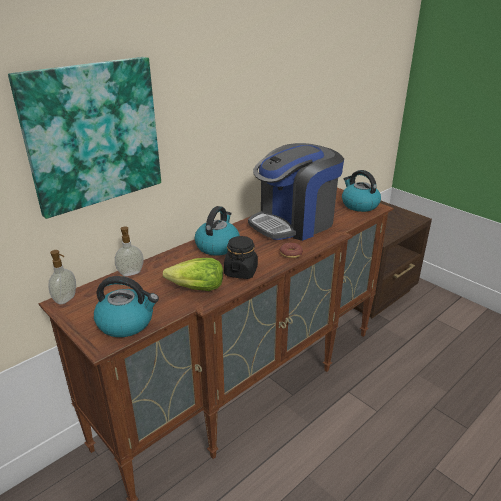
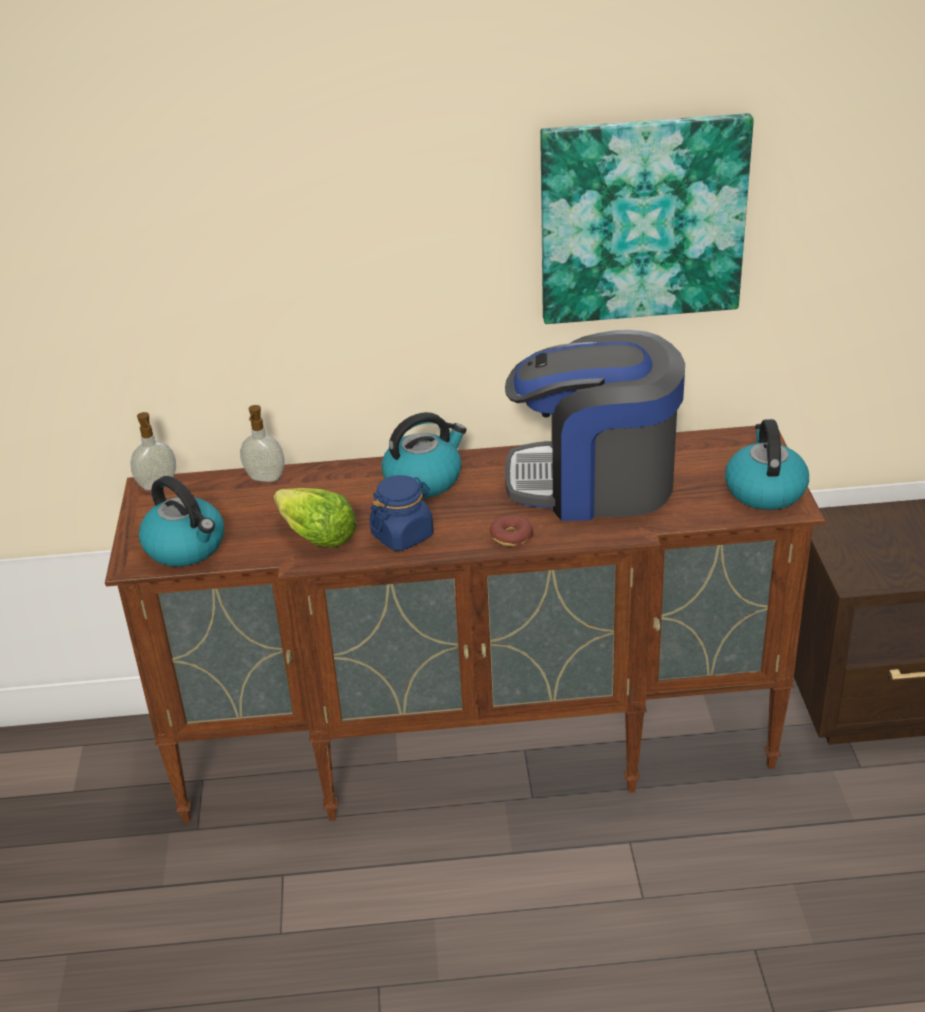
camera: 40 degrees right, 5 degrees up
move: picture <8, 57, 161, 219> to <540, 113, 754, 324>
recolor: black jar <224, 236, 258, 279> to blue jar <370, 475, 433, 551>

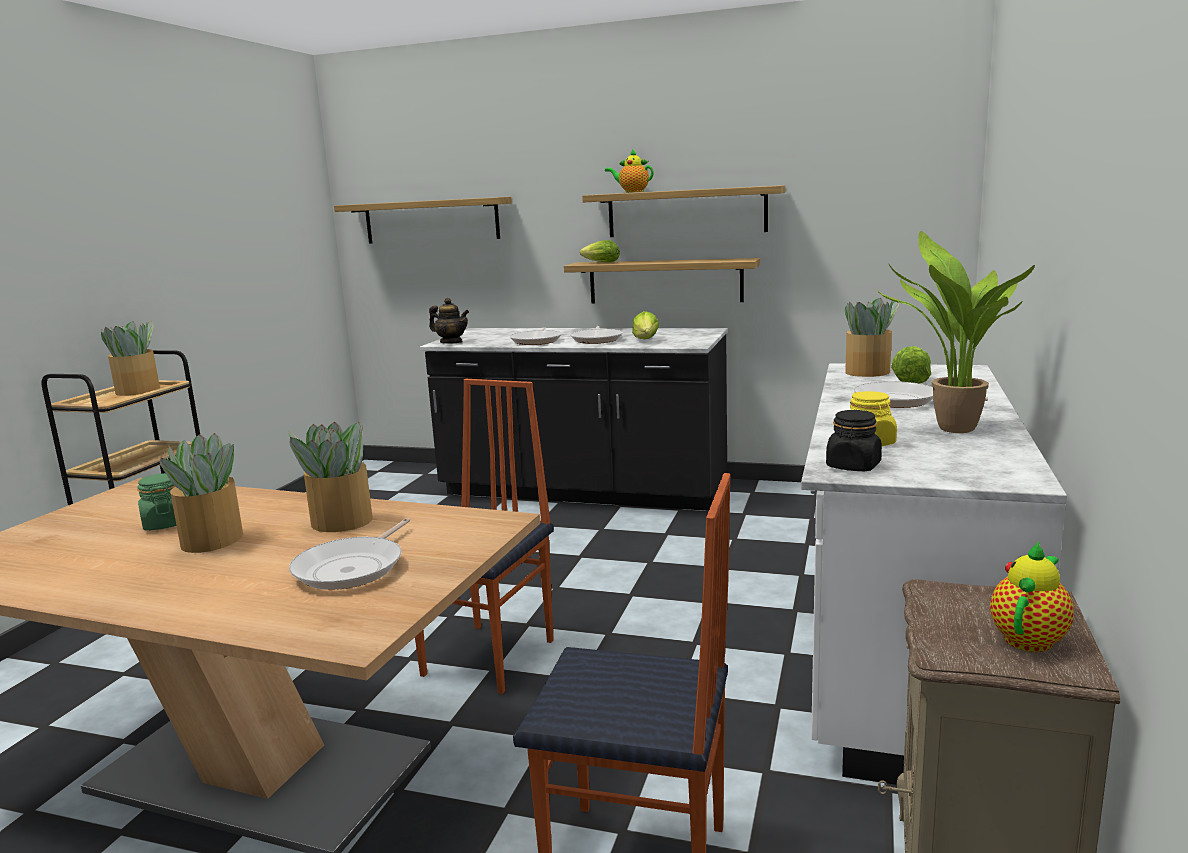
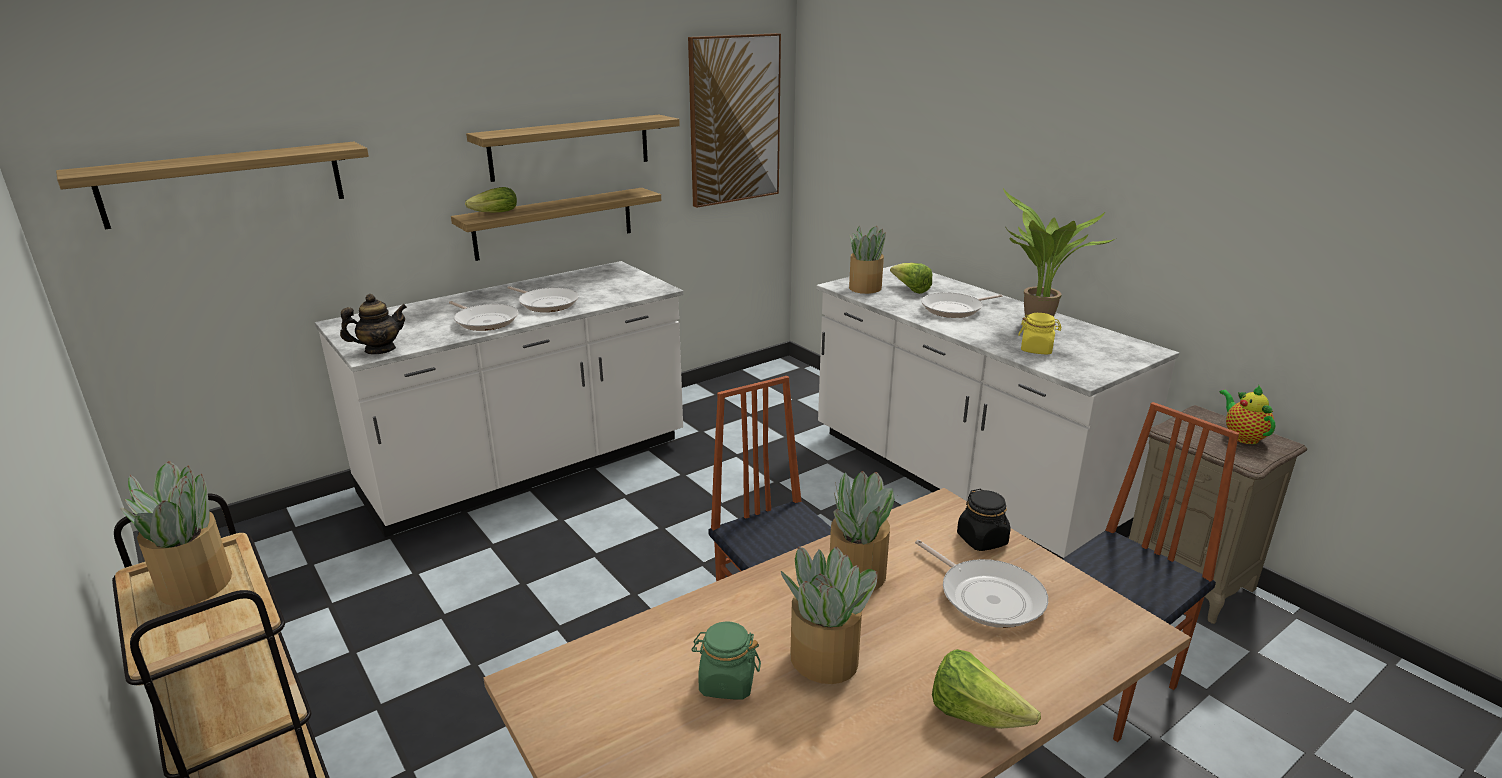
camera: 55 degrees left, 10 degrees up
delete: teapot <605, 149, 654, 193>
insert: picture <688, 33, 781, 208>
move: lettuce <632, 311, 659, 339> to <932, 649, 1041, 729>; black jar <826, 410, 882, 471> to <957, 489, 1010, 551>
recolor: black counter <420, 328, 728, 511> to white counter <315, 261, 683, 537>

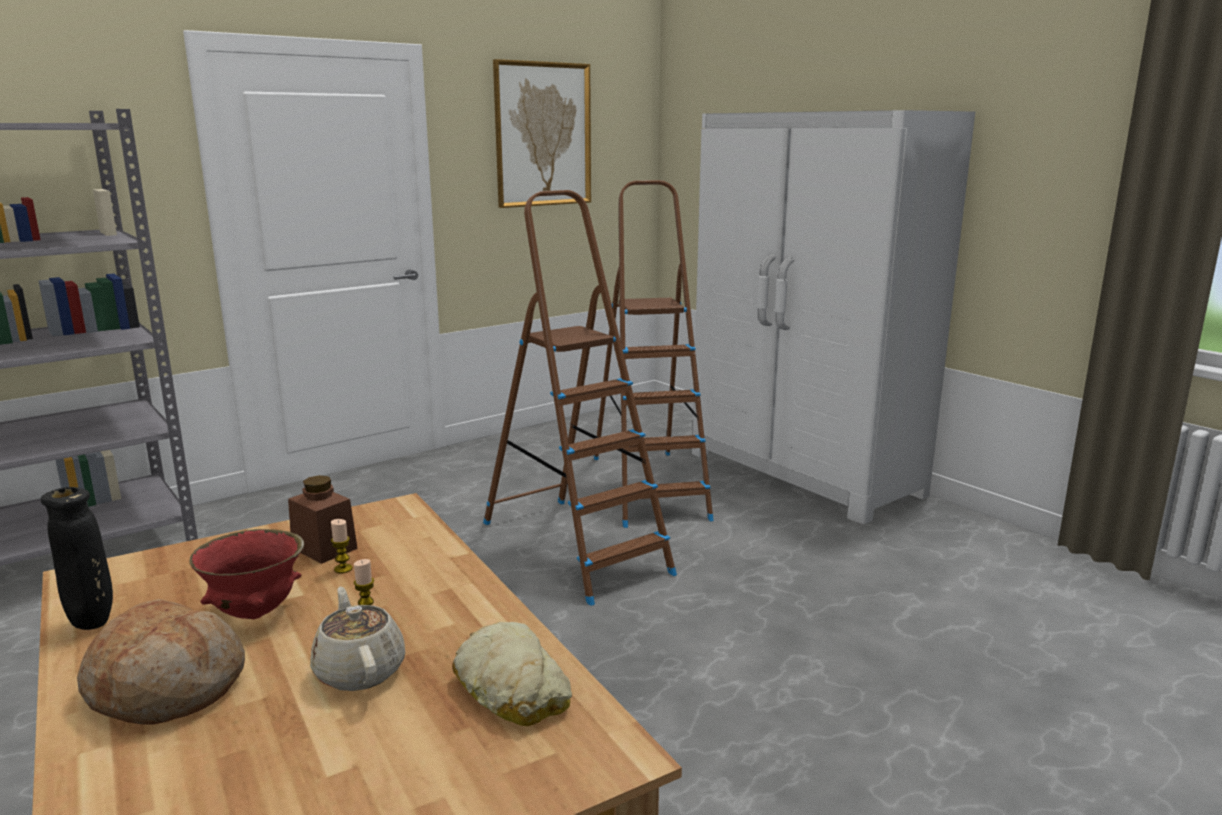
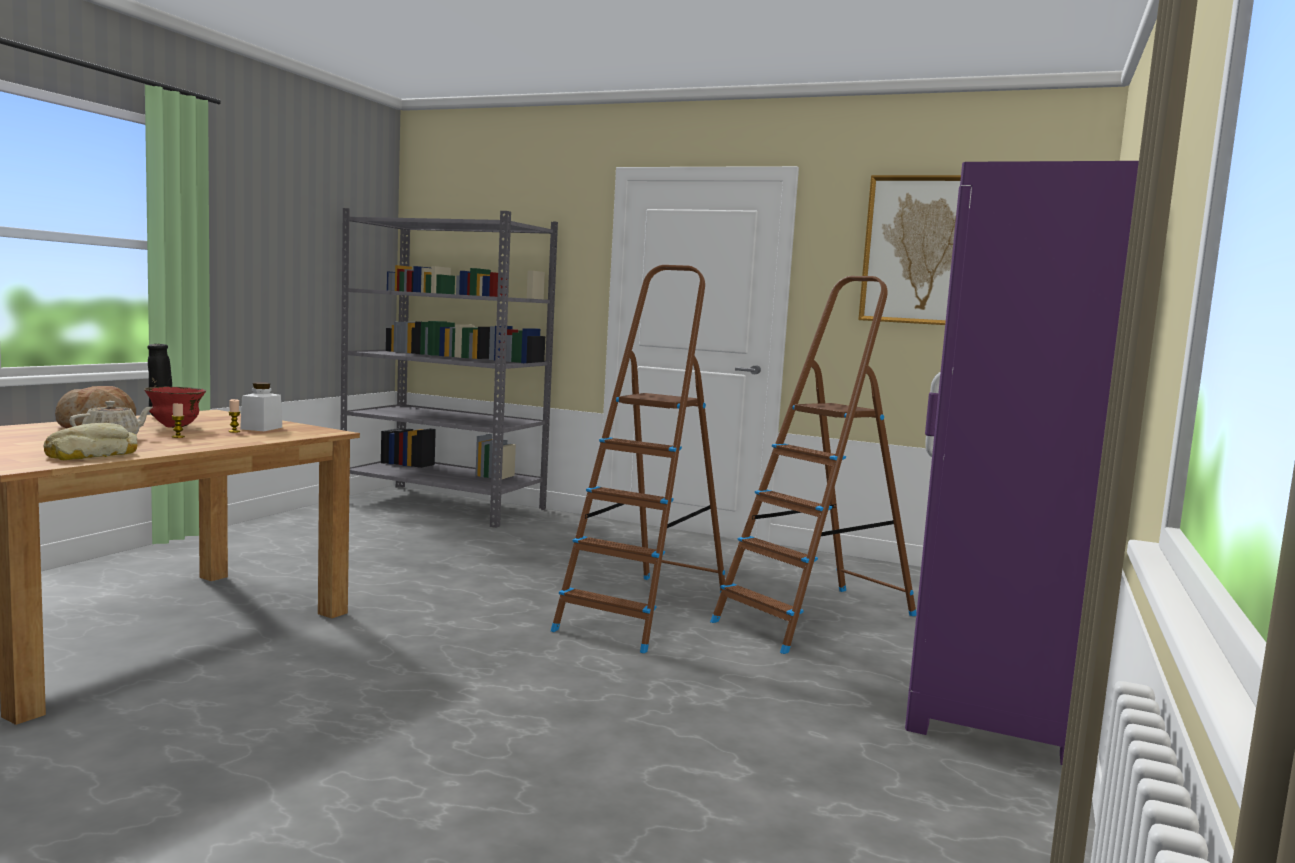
camera: 60 degrees right, 10 degrees down
recolor: brown jar <288, 475, 358, 564> to white jar <240, 382, 282, 431>; white cabinet <692, 110, 975, 524> to purple cabinet <905, 161, 1139, 765>

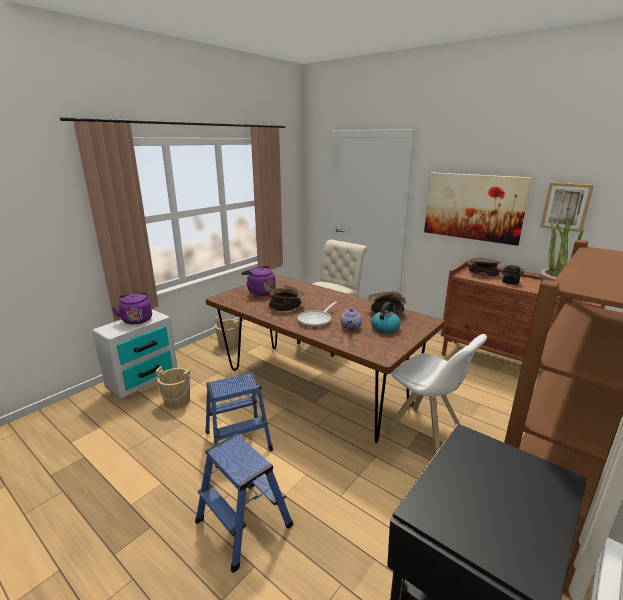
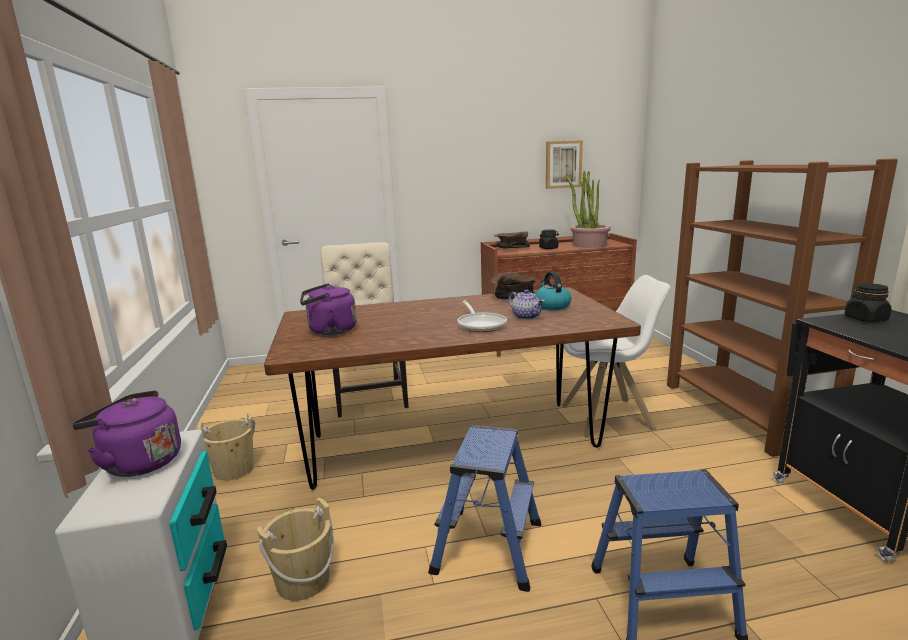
camera: 50 degrees left, 5 degrees down
delete: brown bowl <269, 285, 304, 311>; picture <424, 172, 532, 246>
insert: black jar <844, 283, 891, 322>

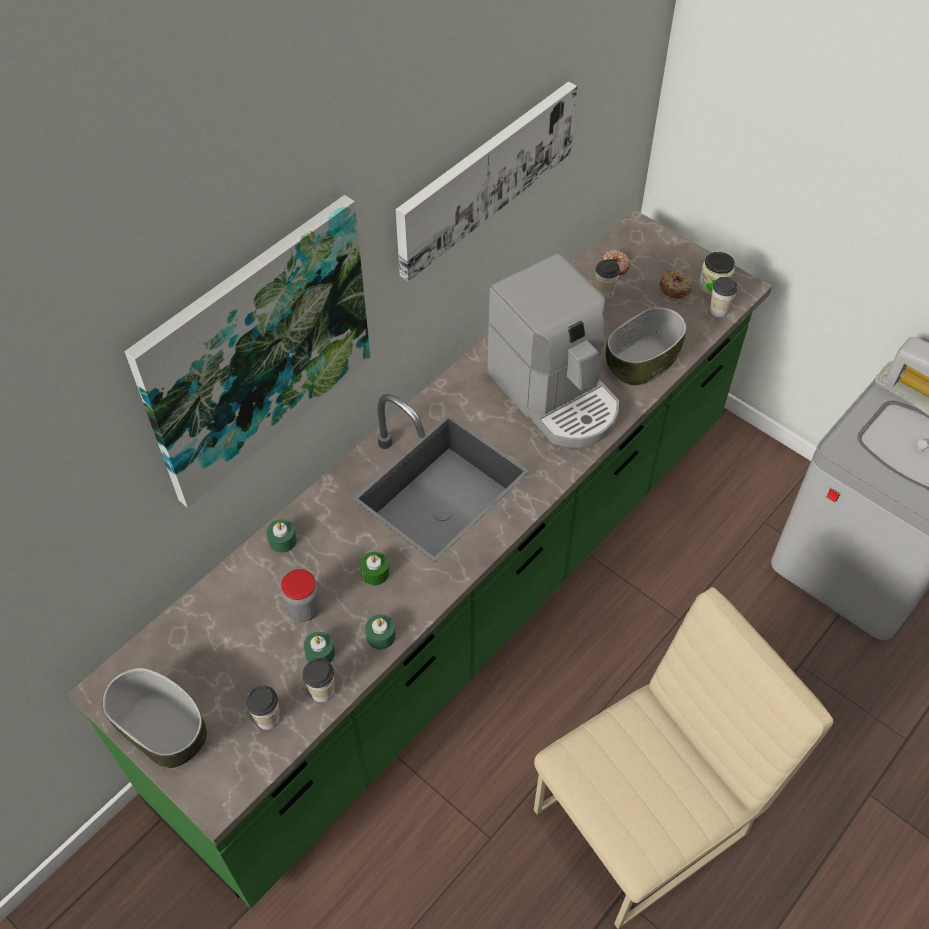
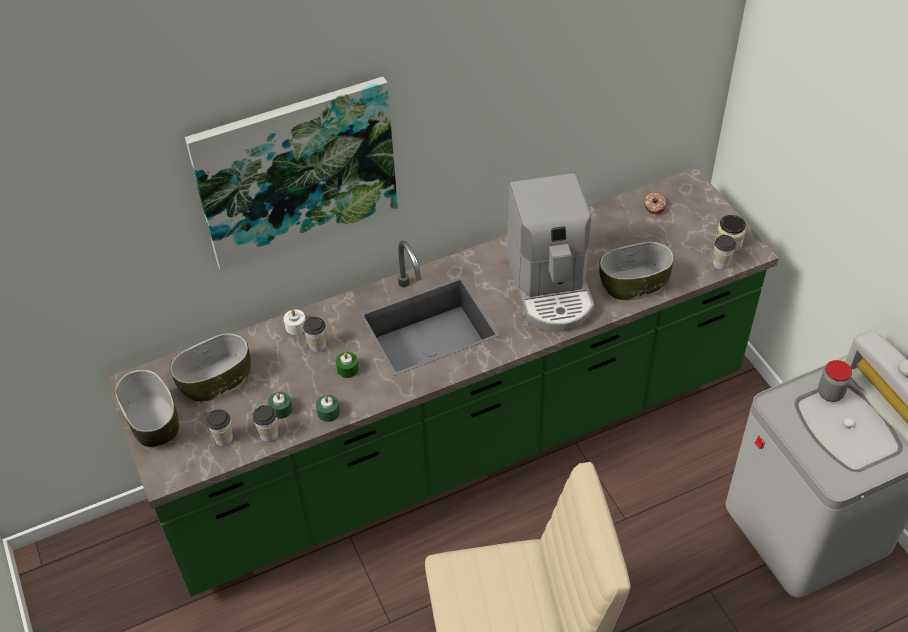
camera: 25 degrees right, 5 degrees down
delete: picture <396, 82, 577, 281>; donut <659, 269, 693, 299>
insert: bowl <170, 333, 251, 402>
move: cup <595, 259, 620, 300> to <303, 317, 326, 352>; jar <281, 569, 321, 622> to <818, 360, 852, 402>
recolor: green candle <267, 520, 297, 553> to white candle <284, 309, 306, 335>

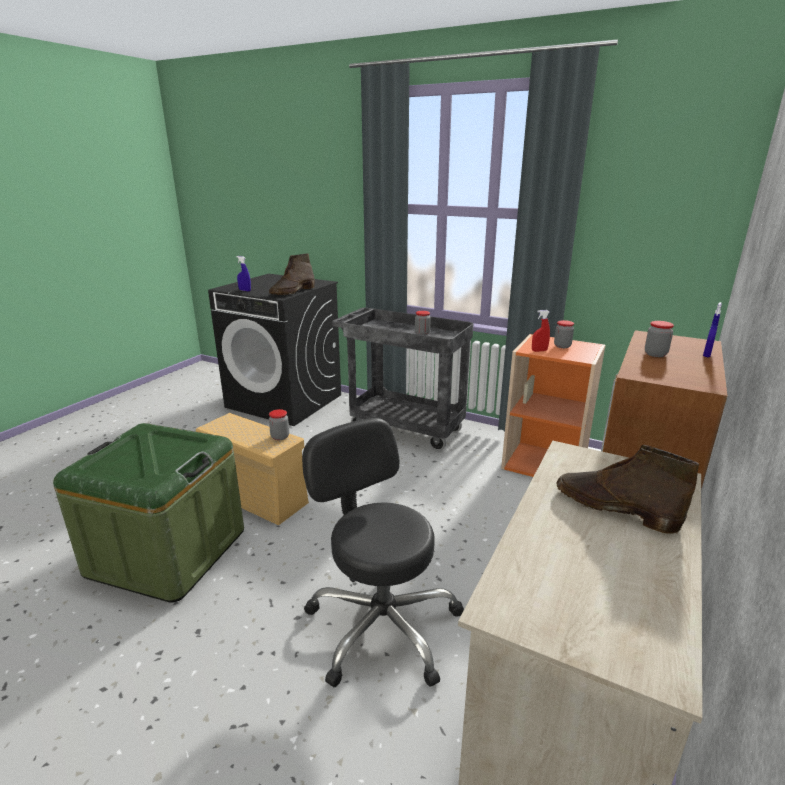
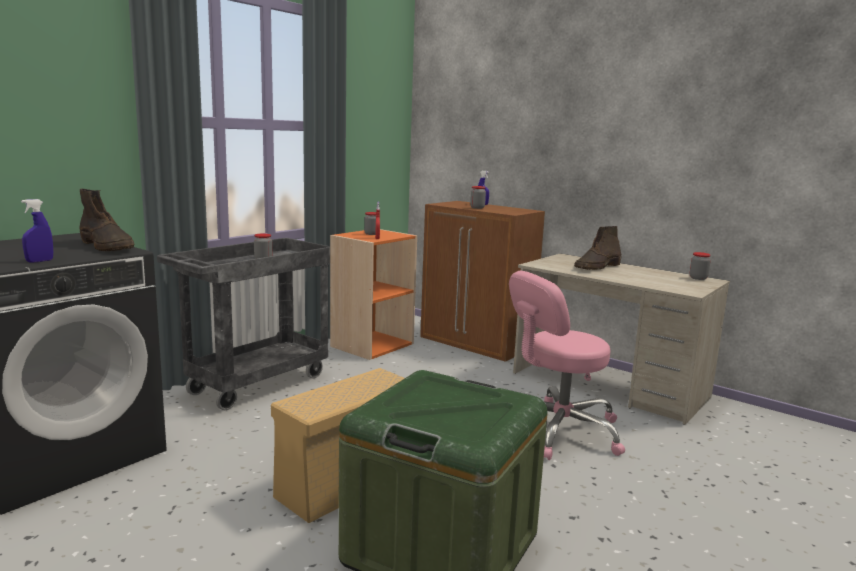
camera: 80 degrees left, 10 degrees down
move: jar <269, 409, 289, 440> to <690, 252, 711, 280>
recolor: black office chair <302, 418, 464, 687> to pink office chair <509, 270, 625, 460>

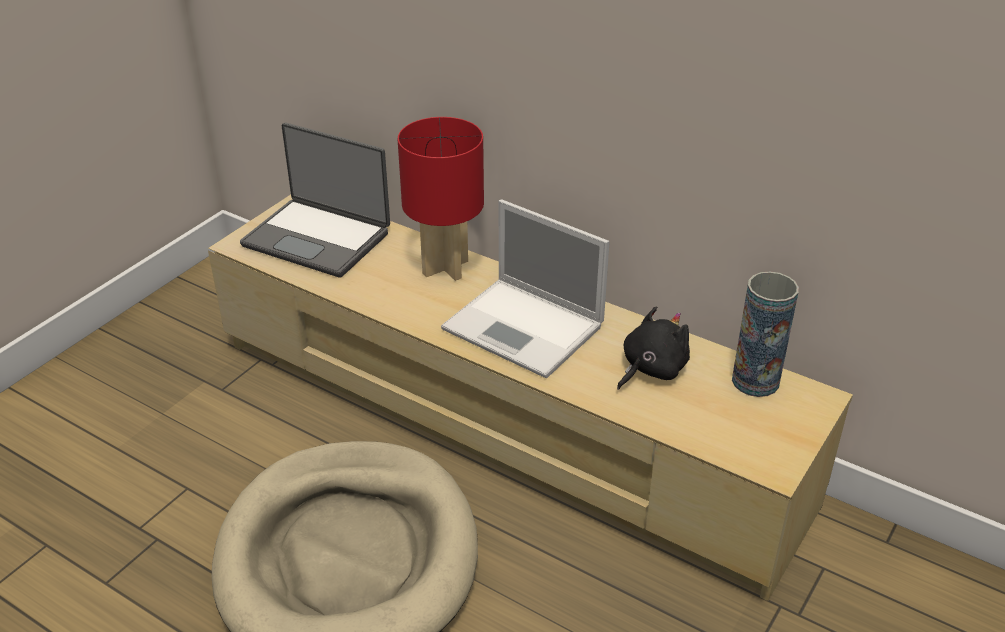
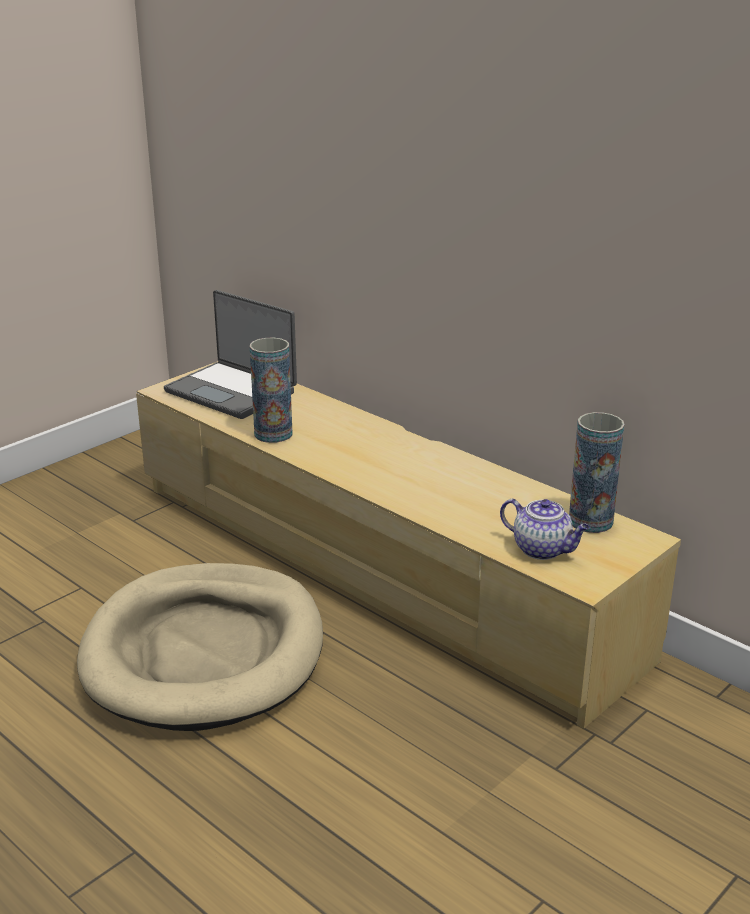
camera: 10 degrees right, 10 degrees down
delete: red table lamp <398, 117, 484, 281>; laptop <441, 200, 610, 378>; black plush toy <617, 307, 690, 390>
insert: vase <250, 338, 292, 443>; teapot <500, 499, 590, 560>

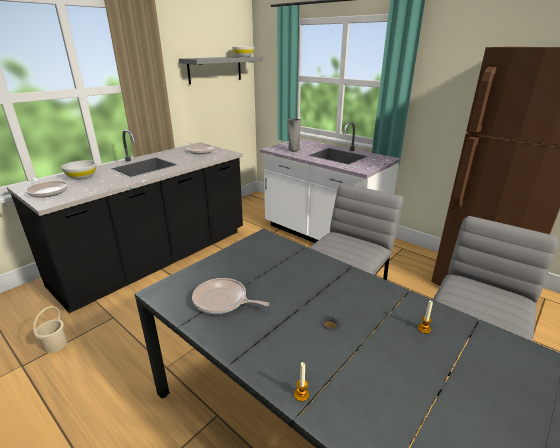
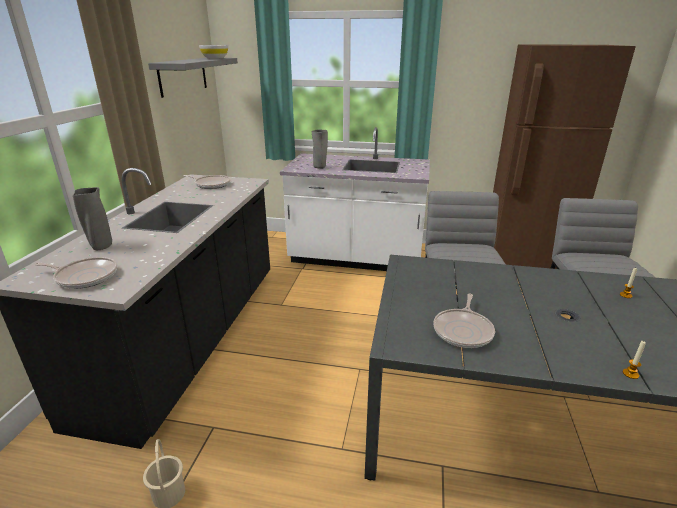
camera: 30 degrees left, 0 degrees up
replace: white bowl <62, 160, 96, 180> to grey vase <73, 187, 112, 250>
rotate: frying pan <192, 278, 269, 314> = <433, 294, 495, 348> 60 degrees counterclockwise

